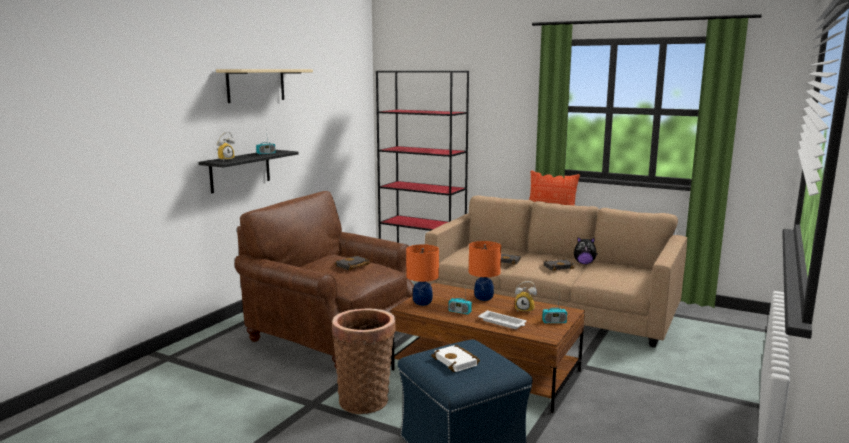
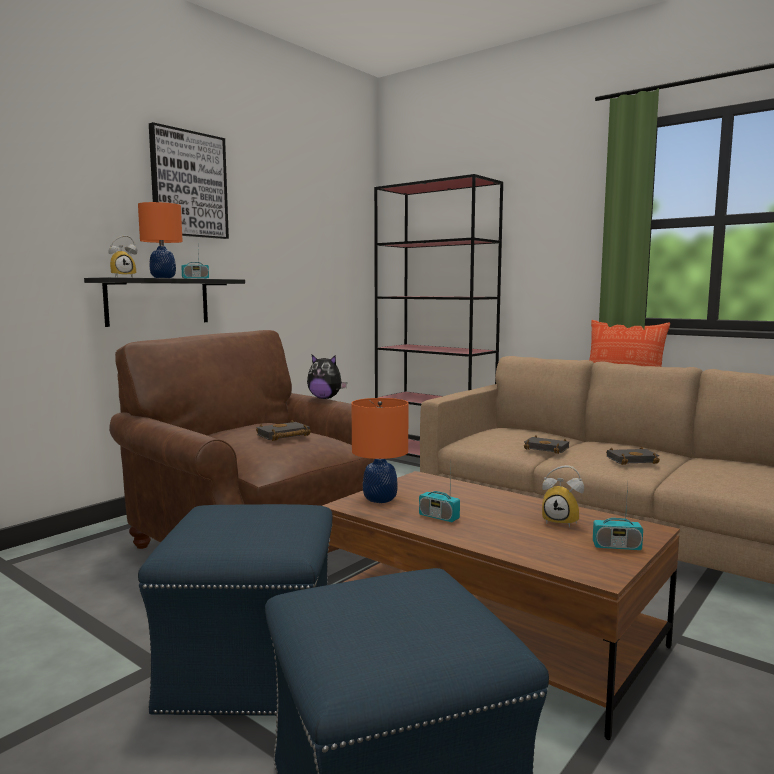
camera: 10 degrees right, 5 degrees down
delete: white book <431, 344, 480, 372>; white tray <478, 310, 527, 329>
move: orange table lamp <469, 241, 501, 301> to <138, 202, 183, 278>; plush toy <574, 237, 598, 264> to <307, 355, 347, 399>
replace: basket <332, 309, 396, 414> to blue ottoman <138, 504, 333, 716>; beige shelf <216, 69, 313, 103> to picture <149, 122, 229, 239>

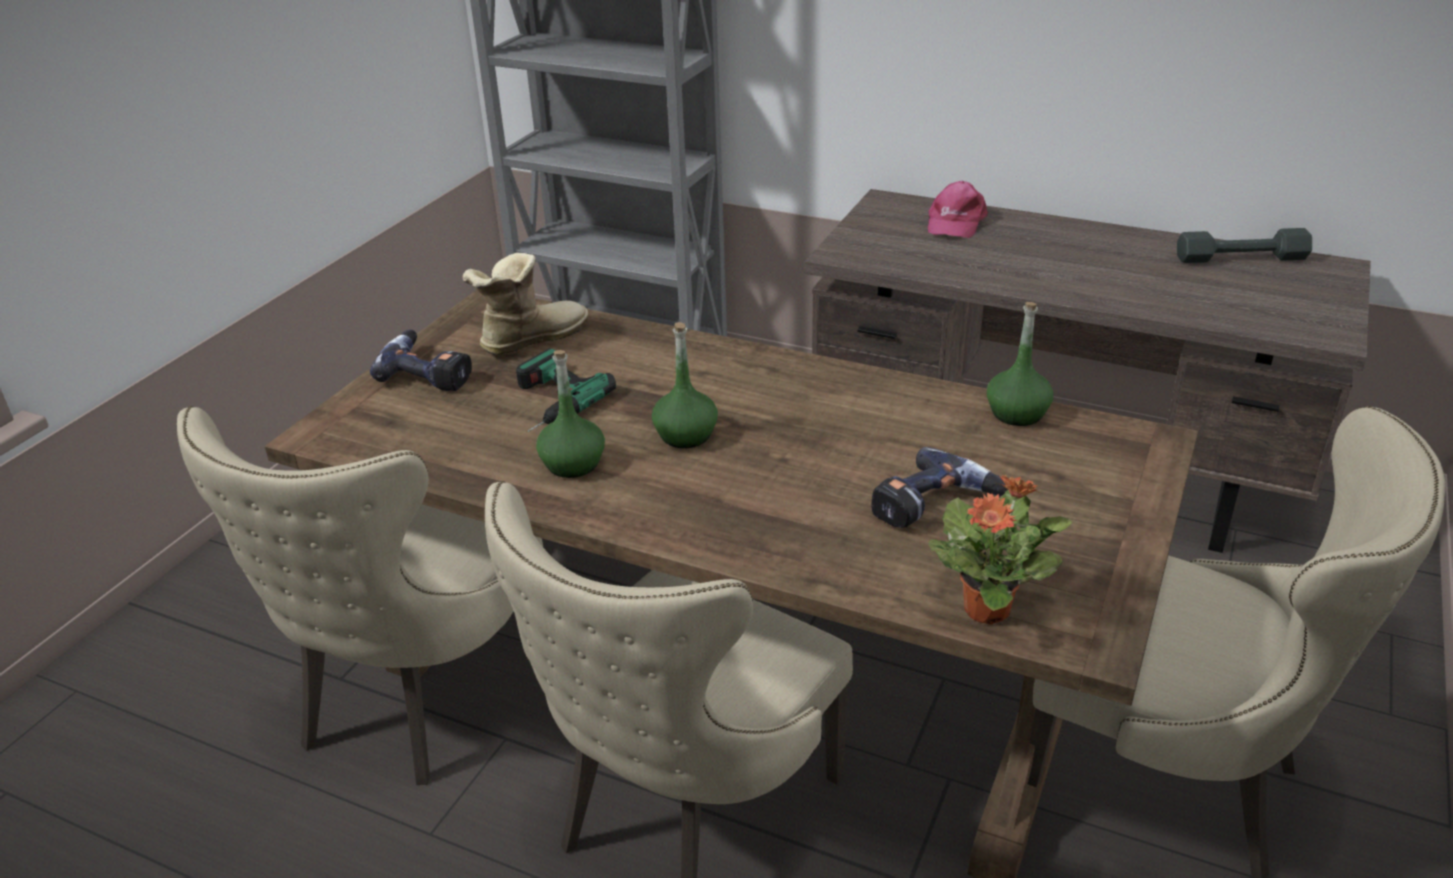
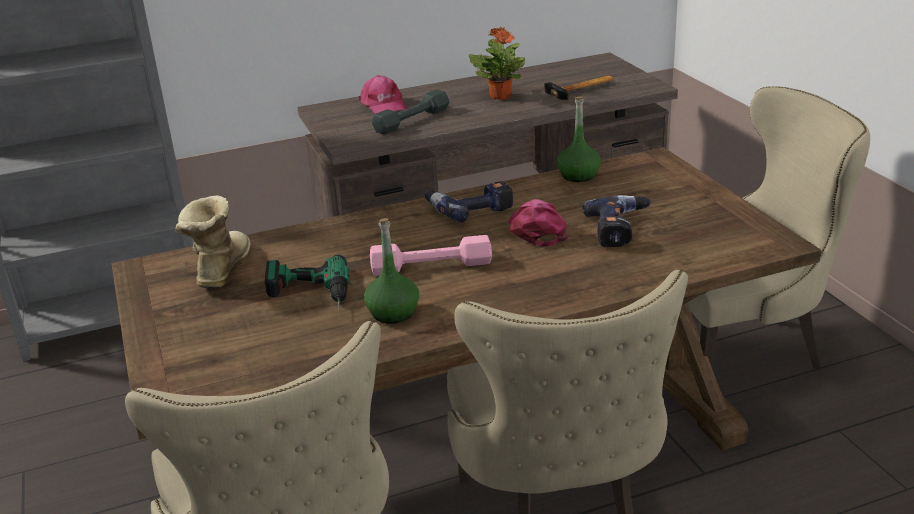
camera: 45 degrees left, 5 degrees down
insert: pink cap <509, 199, 568, 247>; hammer <544, 76, 614, 100>
move: grey dumbbell <1177, 228, 1312, 263> to <372, 90, 450, 134>; power drill <370, 329, 472, 391> to <425, 181, 513, 222>; potted plant <928, 475, 1072, 625> to <469, 27, 525, 100>
replace: green bottle <652, 322, 718, 448> to pink dumbbell <370, 235, 492, 276>

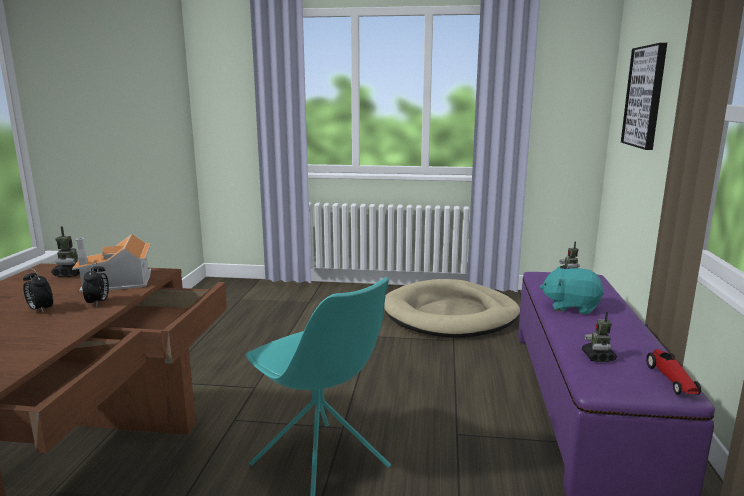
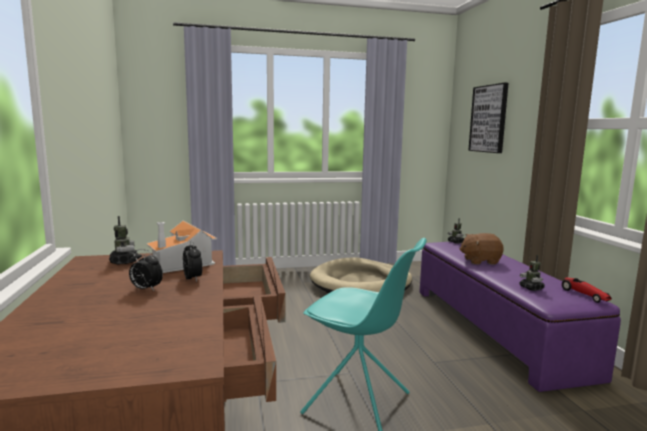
camera: 20 degrees left, 5 degrees down
recolor: turquoise plush toy <540, 267, 604, 314> to brown plush toy <460, 233, 504, 265>

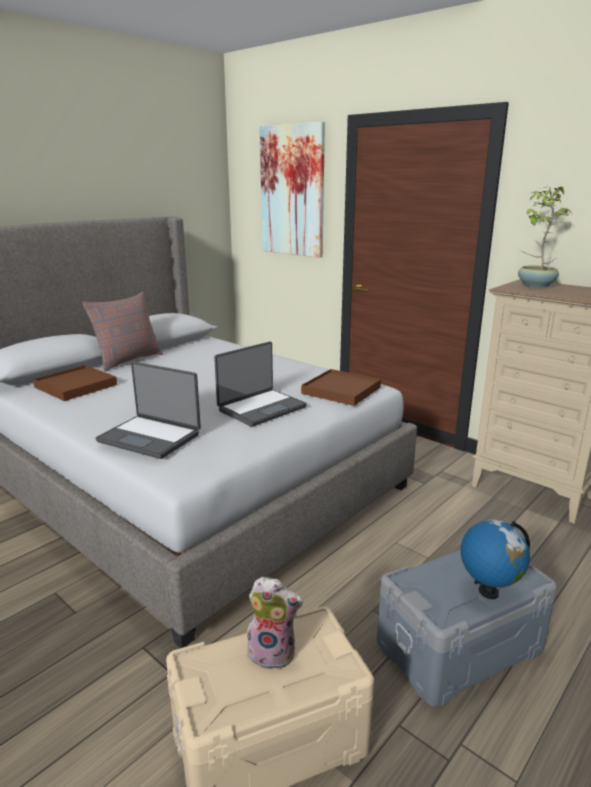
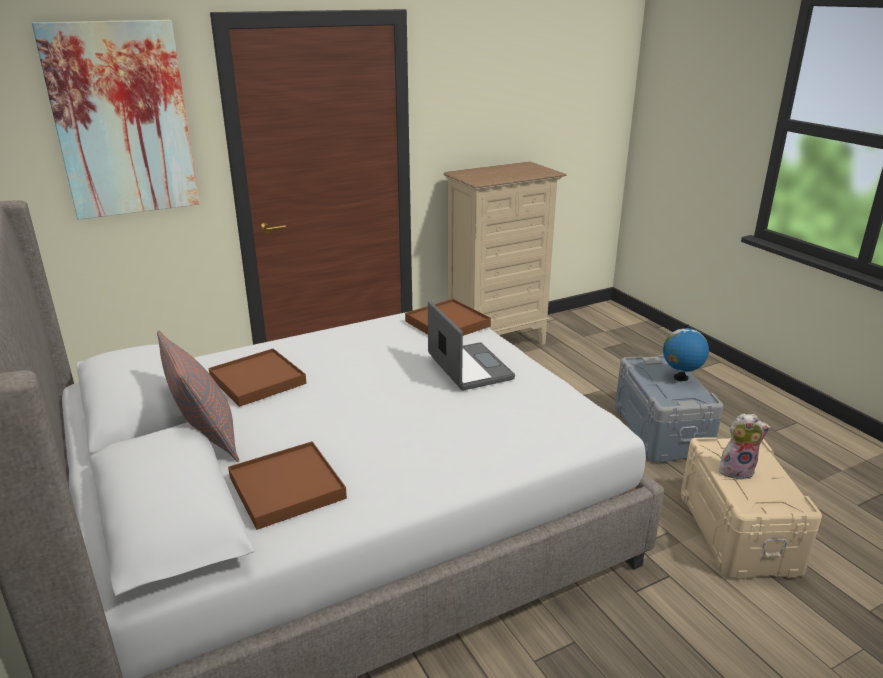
camera: 70 degrees left, 5 degrees up
delete: laptop <96, 362, 201, 459>; potted plant <518, 187, 571, 288>
insert: brown tray <208, 348, 307, 407>
rotate: plush toy <245, 577, 303, 670> = <719, 413, 771, 480> 60 degrees clockwise

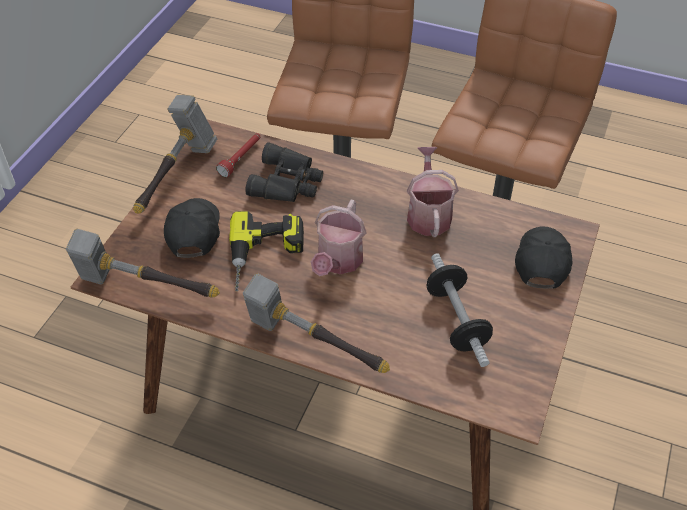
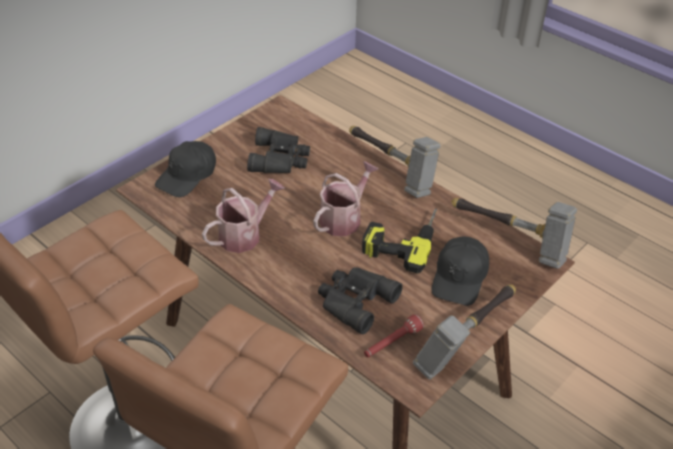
camera: 160 degrees left, 5 degrees down
replace: dumbbell <427, 253, 493, 367> to black binoculars <247, 127, 310, 173>
rotate: watering can <407, 147, 459, 237> = <202, 179, 285, 253> 150 degrees counterclockwise

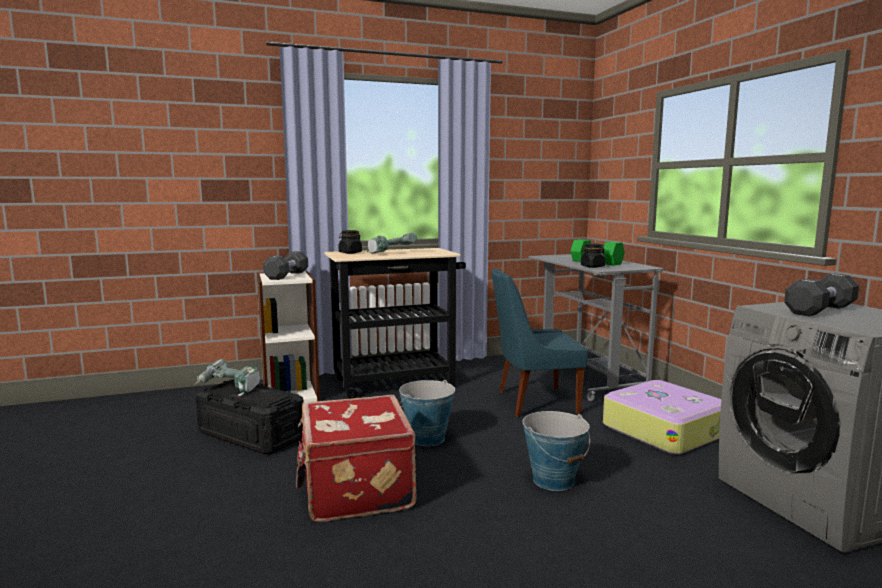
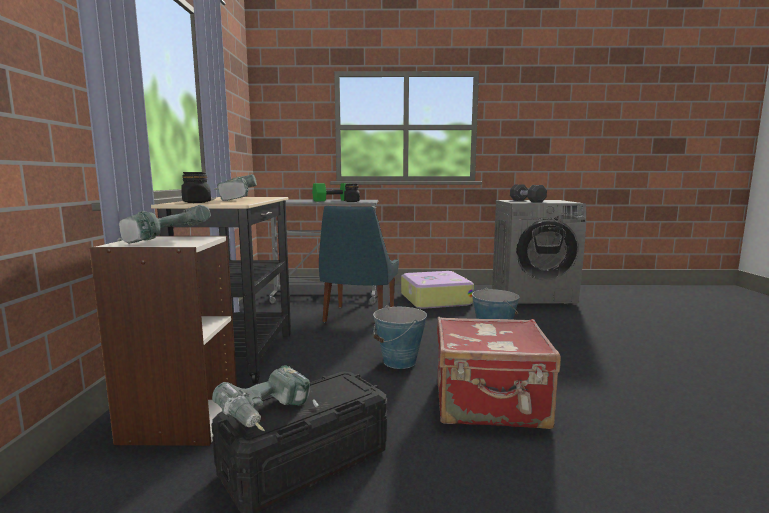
camera: 70 degrees left, 0 degrees up
replace: black dumbbell <263, 251, 308, 280> to power drill <117, 205, 211, 244>

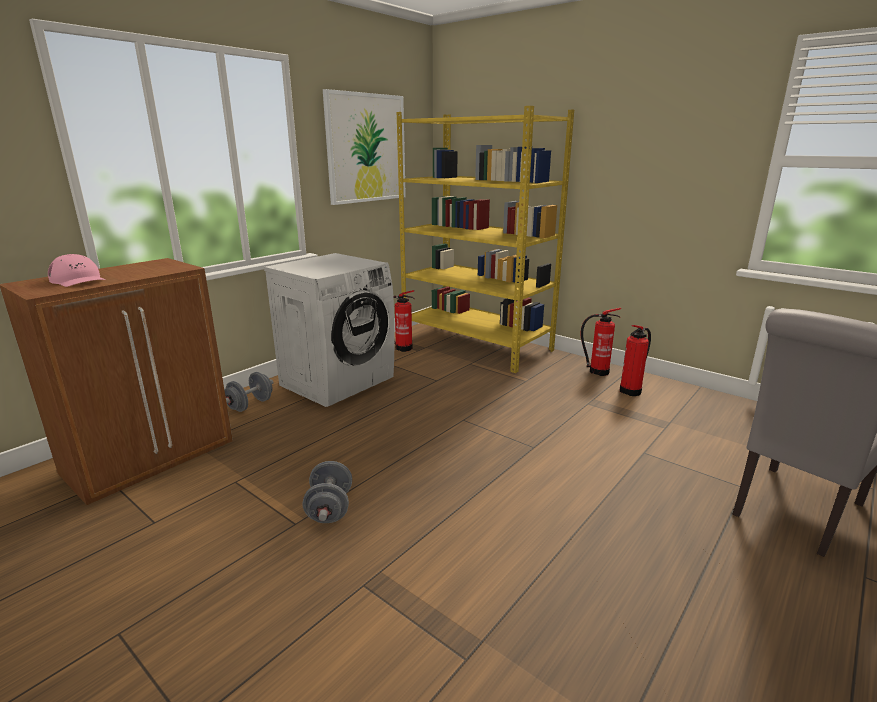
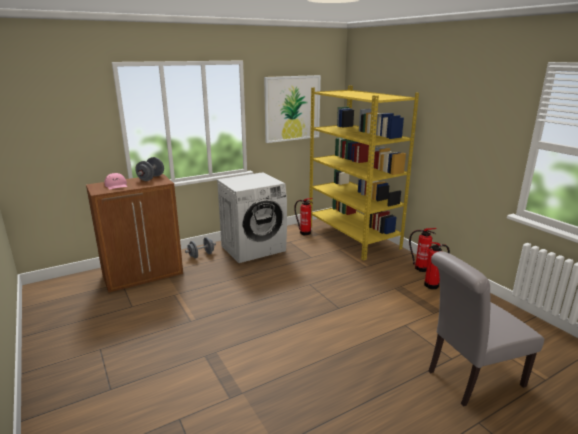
camera: 20 degrees right, 0 degrees up
move: grey dumbbell <302, 461, 352, 523> to <135, 157, 164, 181>

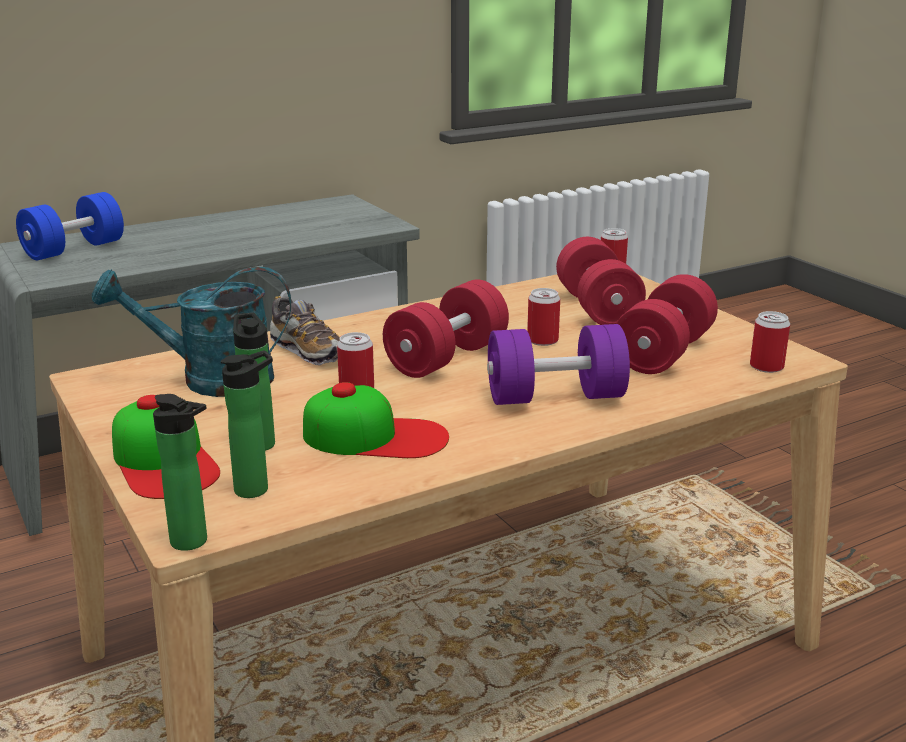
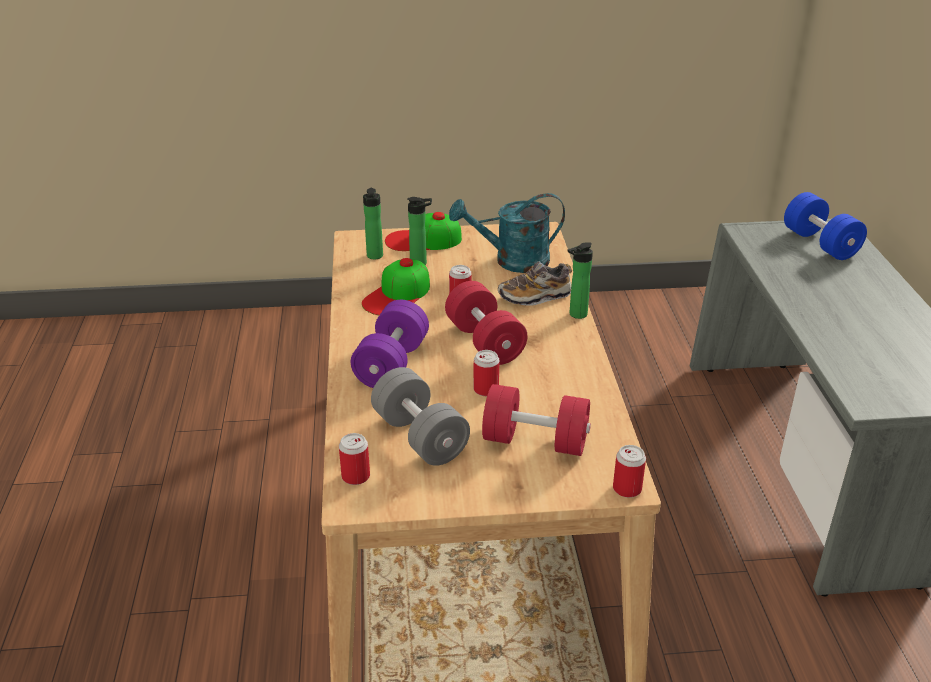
camera: 115 degrees right, 10 degrees up
move: bottle <153, 394, 207, 551> to <567, 243, 593, 319>
recolor: red dumbbell <616, 274, 718, 374> to grey dumbbell <371, 367, 470, 466>
rotate: turquoise watering can <92, 267, 291, 397> = <449, 193, 565, 273> 120 degrees counterclockwise

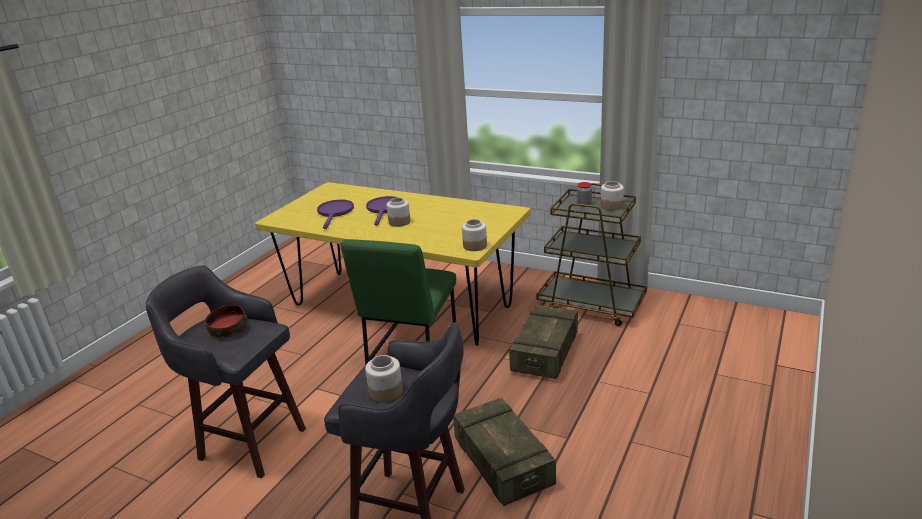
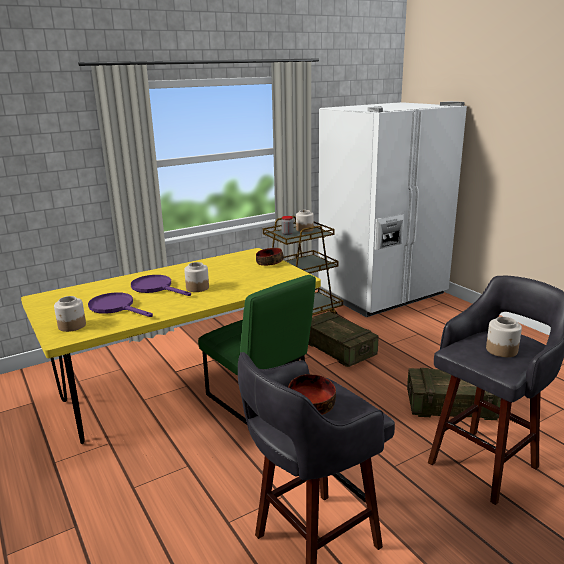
camera: 60 degrees left, 5 degrees down
insert: bowl <256, 248, 284, 266>; white fridge <318, 101, 467, 317>
move: jar <462, 219, 487, 251> to <54, 296, 86, 332>

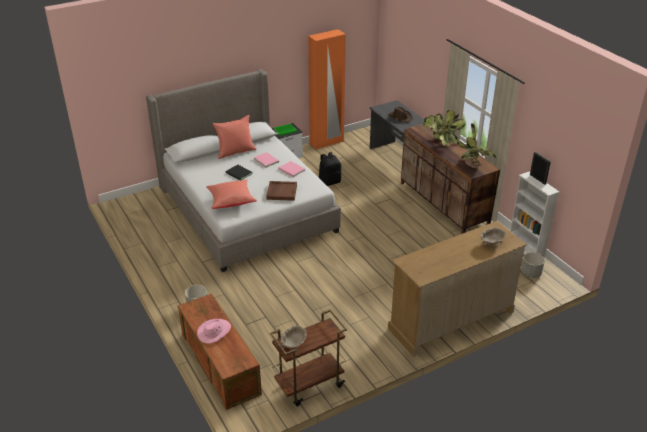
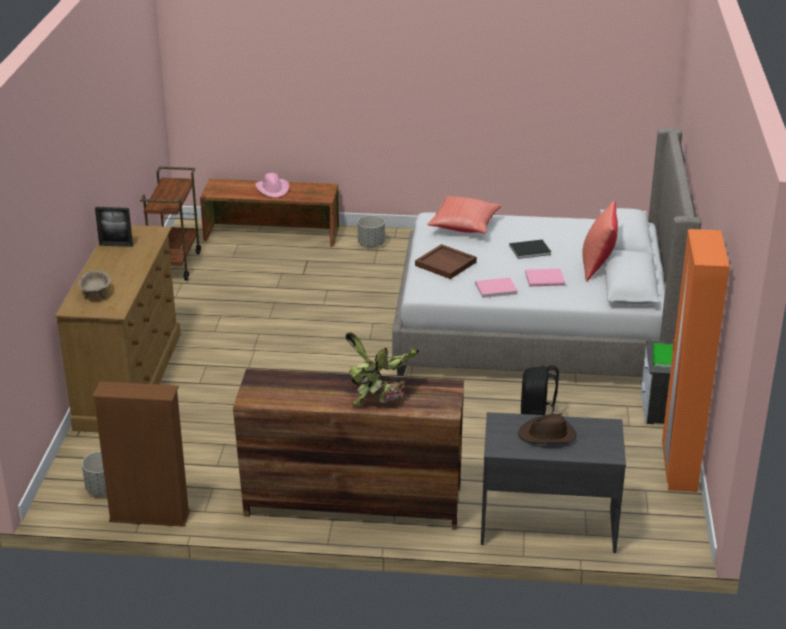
camera: 125 degrees right, 5 degrees down
delete: beige bowl <281, 325, 307, 352>; potted plant <457, 123, 497, 168>
move: picture frame <530, 152, 551, 185> to <95, 207, 133, 247>
recolor: white bookcase <510, 171, 559, 259> to brown bookcase <92, 381, 190, 527>

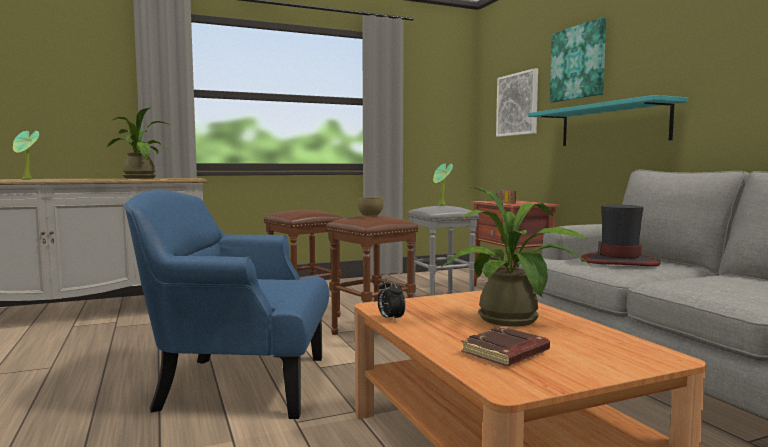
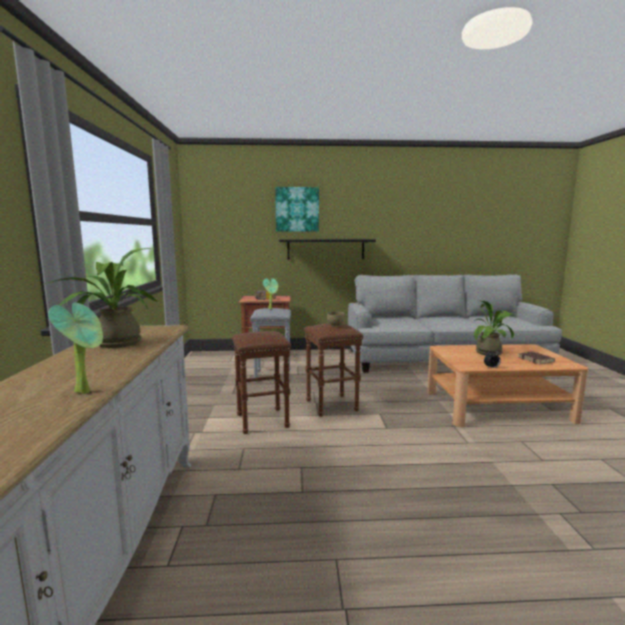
camera: 70 degrees left, 5 degrees up
delete: blue armchair <124, 190, 329, 419>; picture <496, 68, 538, 137>; hat <581, 205, 661, 266>
recolor: turquoise shelf <528, 95, 688, 146> to black shelf <279, 239, 376, 260>

